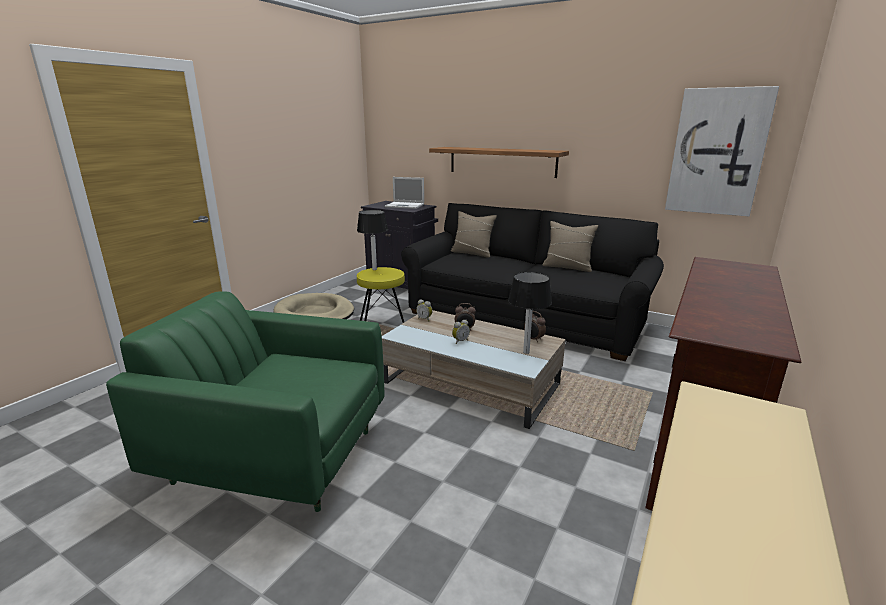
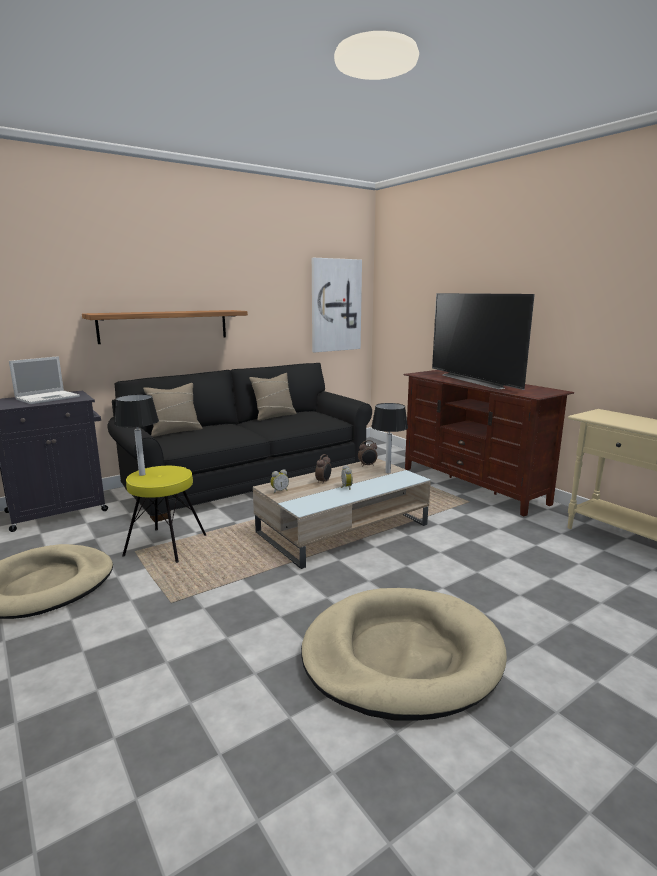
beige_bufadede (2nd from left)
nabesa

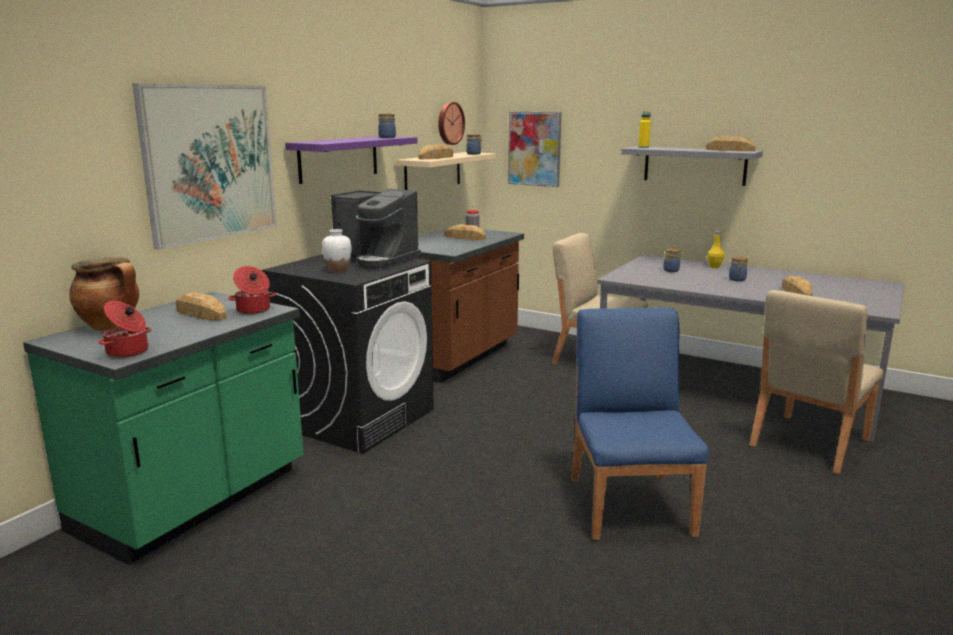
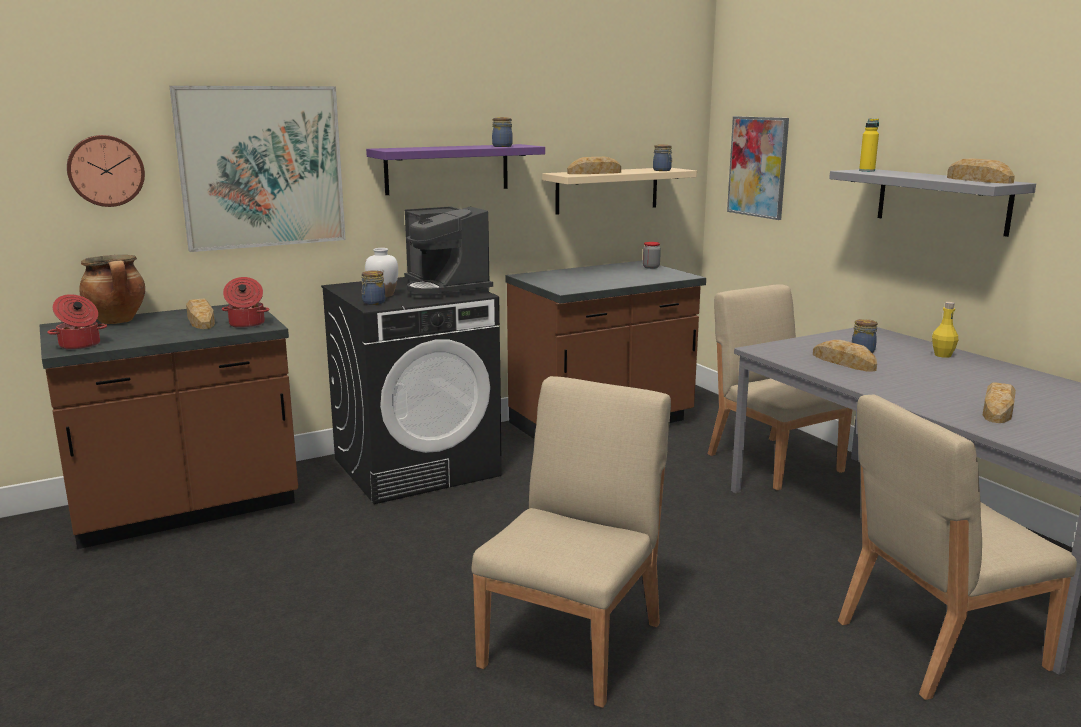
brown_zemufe (1st from left)
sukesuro
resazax (1st from left)
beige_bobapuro (1st from left)
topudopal (3rd from left)

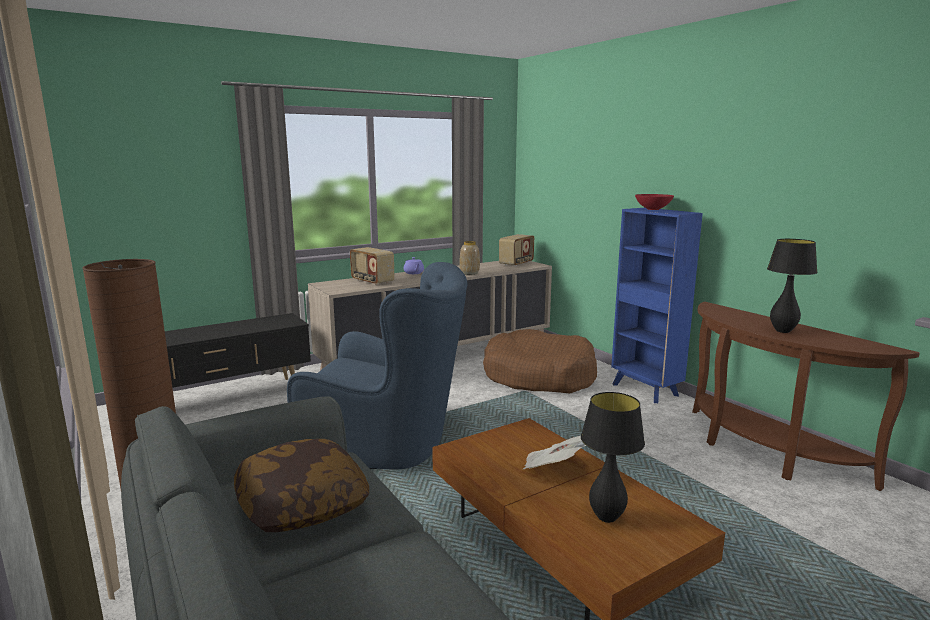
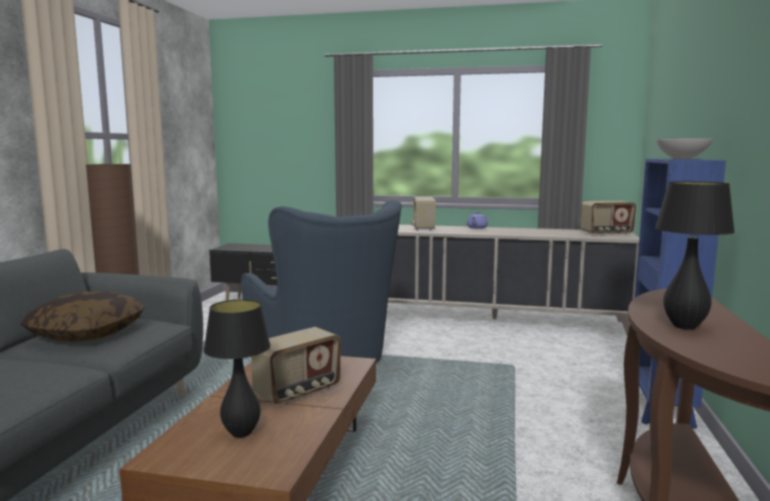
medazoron (1st from left)
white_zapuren
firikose
brown_bufadede

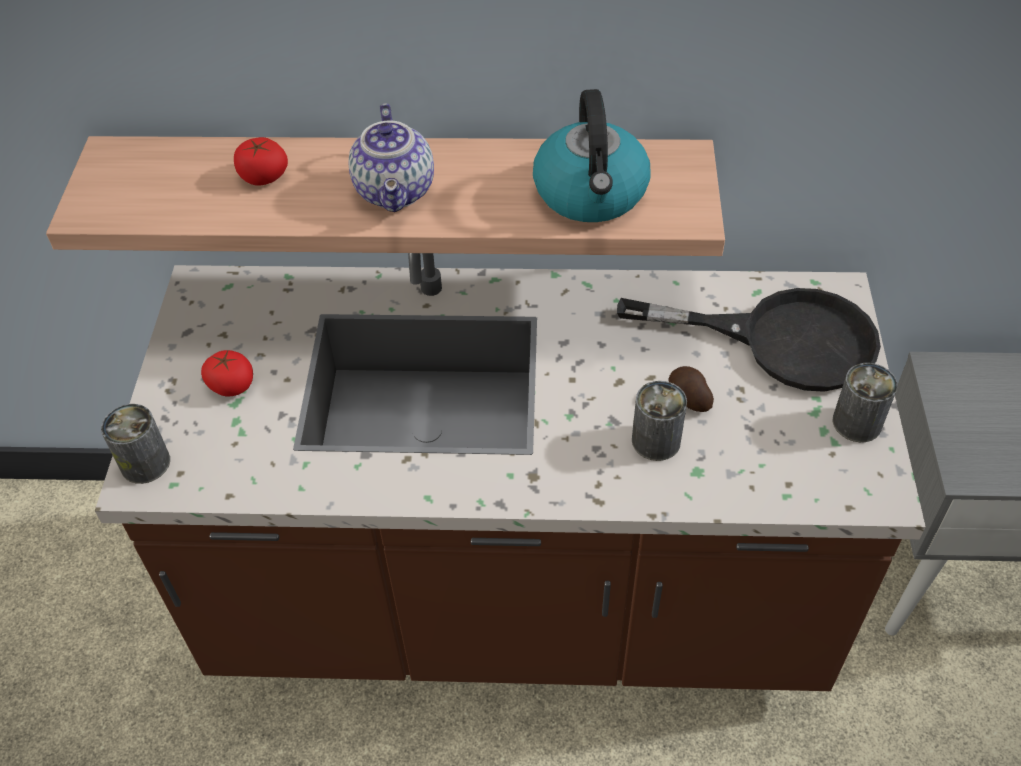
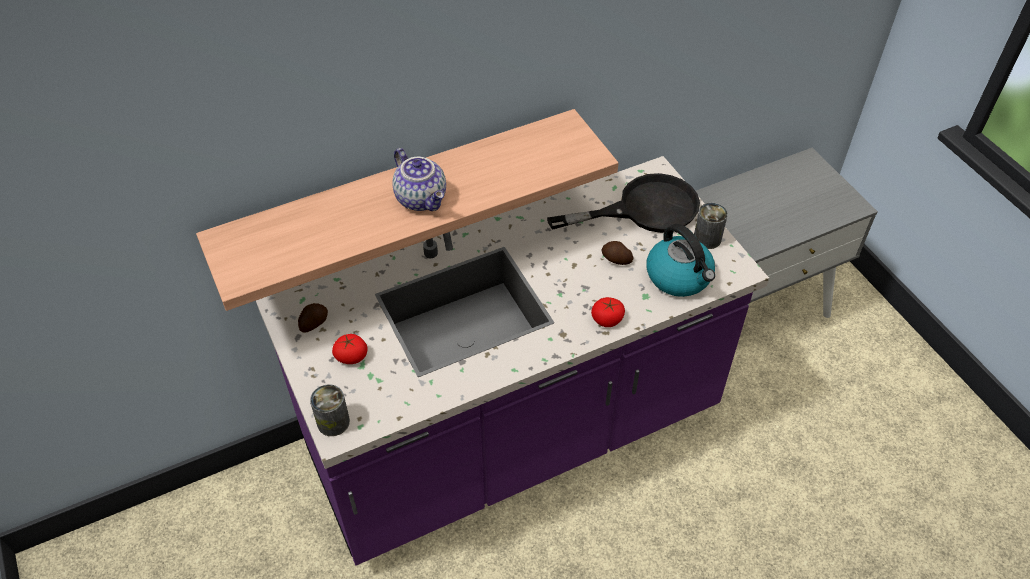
purple_zemufe
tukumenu (1st from left)
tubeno (2nd from left)
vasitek
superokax (2nd from left in the first image)

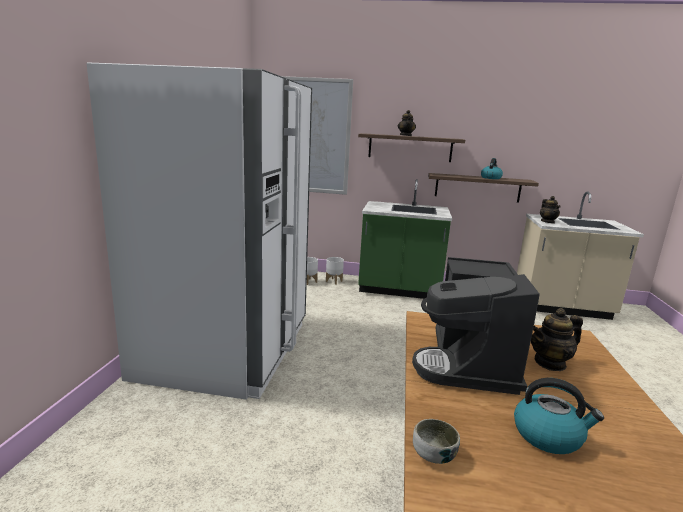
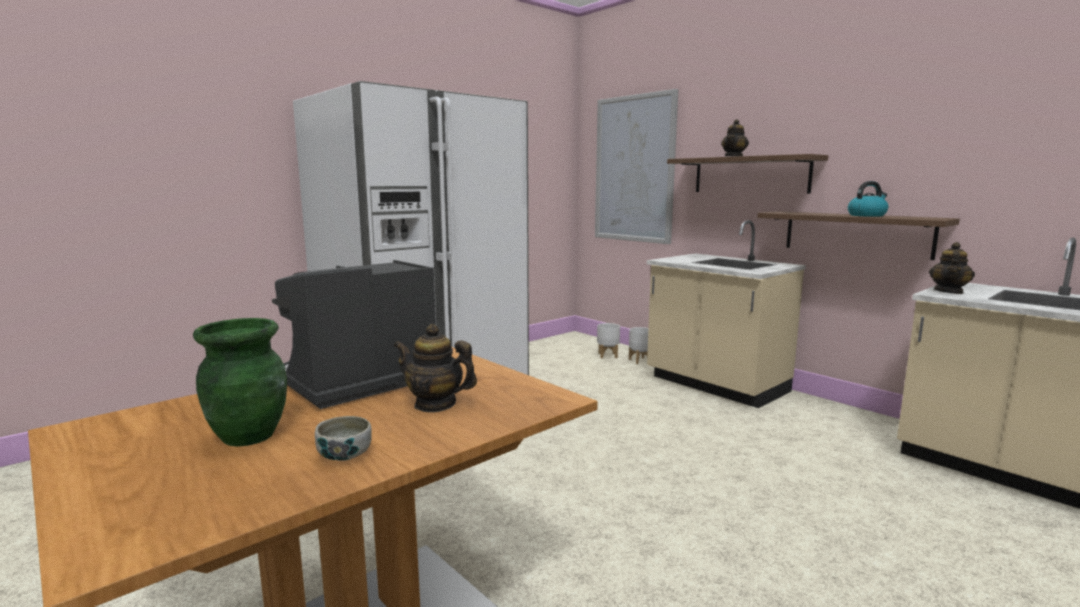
green_firikose
zapuren
beige_zemufe (1st from left)

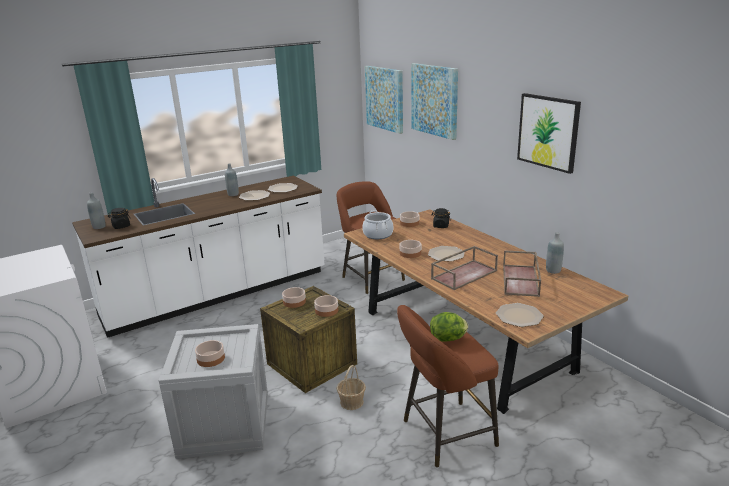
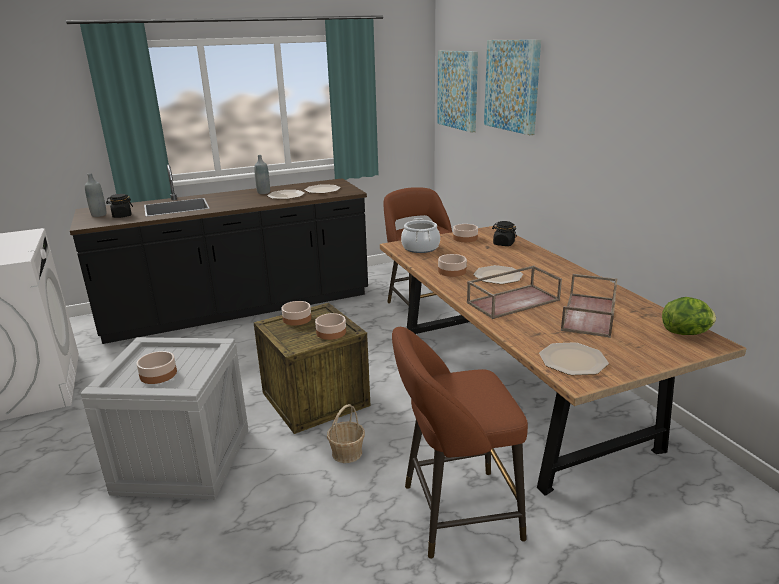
black_zemufe
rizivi
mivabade (3rd from left in the first image)
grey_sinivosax (3rd from left in the first image)

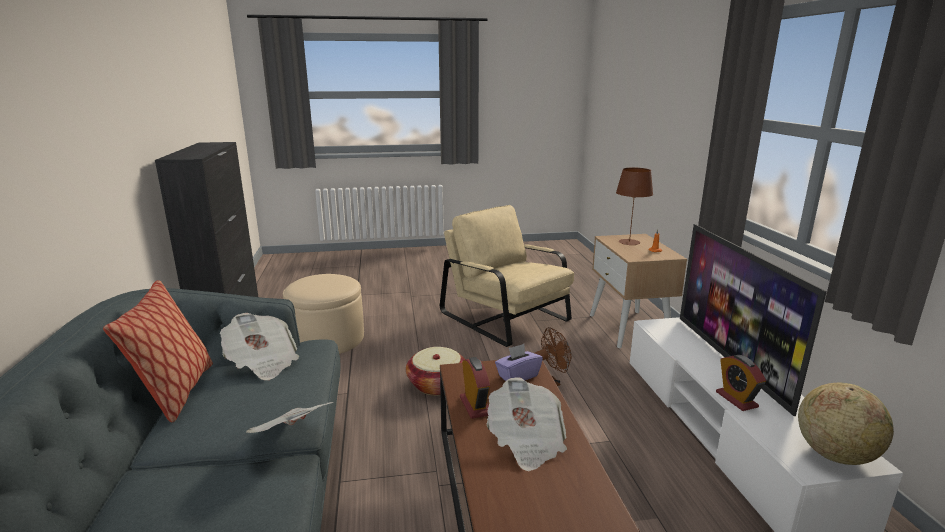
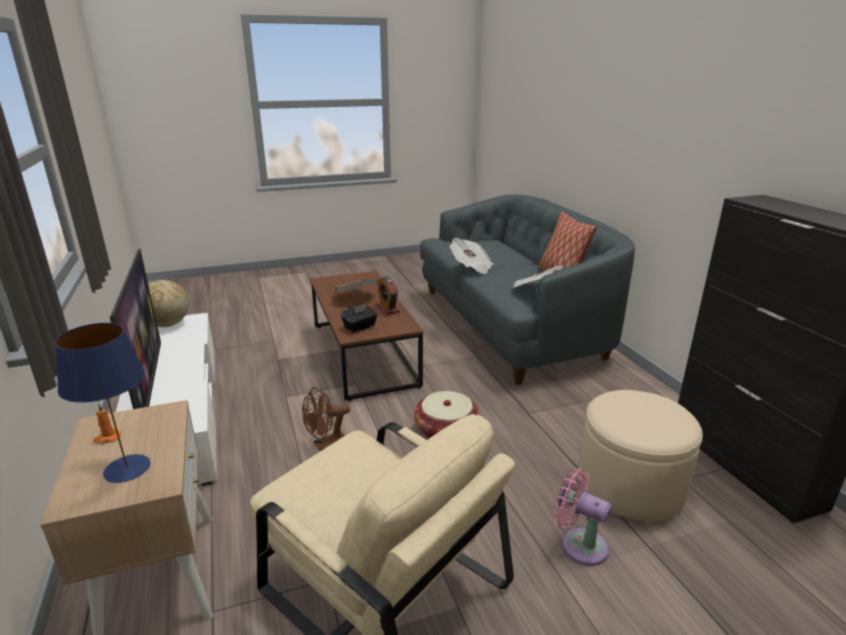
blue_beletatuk
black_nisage
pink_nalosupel
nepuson (2nd from left in the first image)

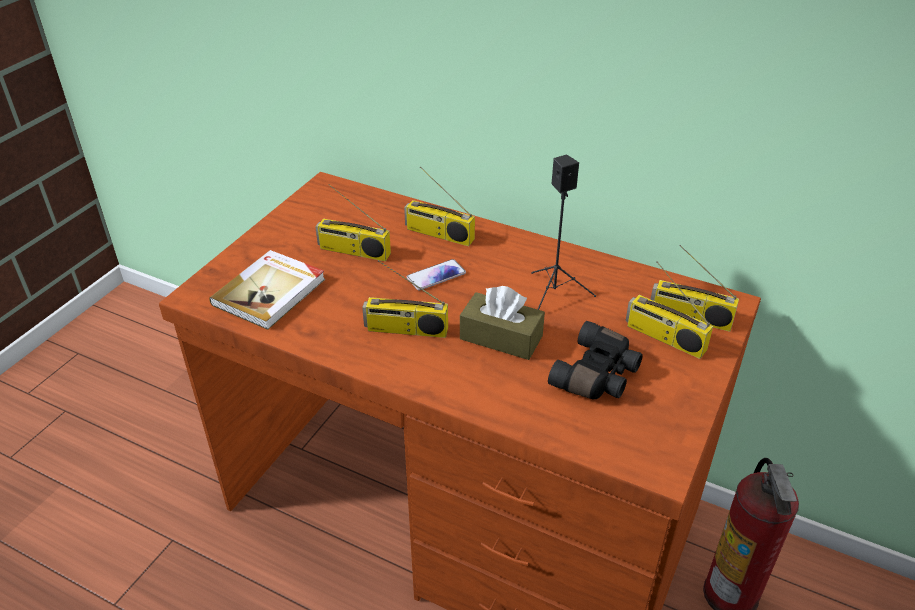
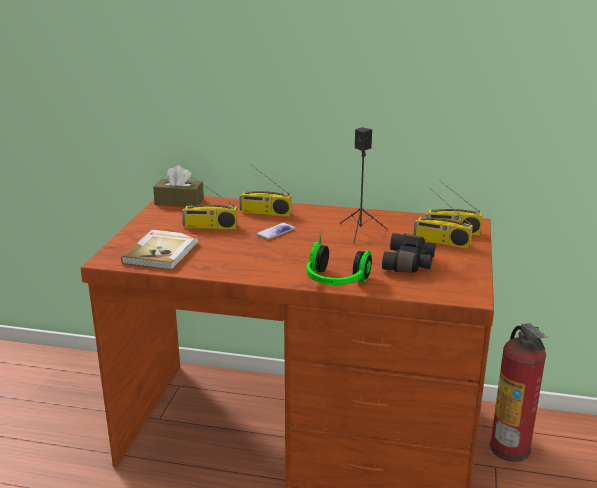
brown_nisage
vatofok
medazoron (2nd from left in the first image)

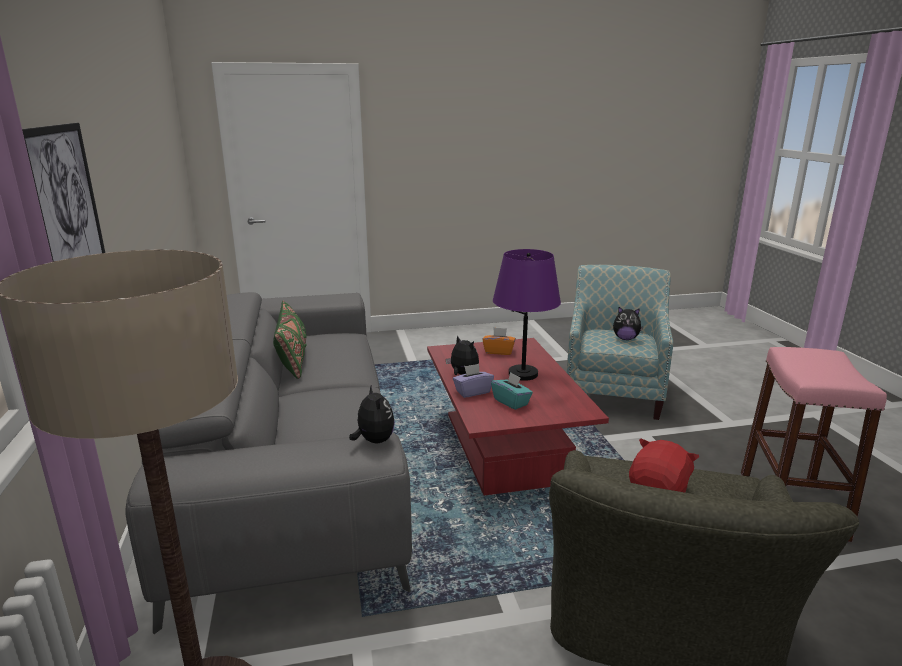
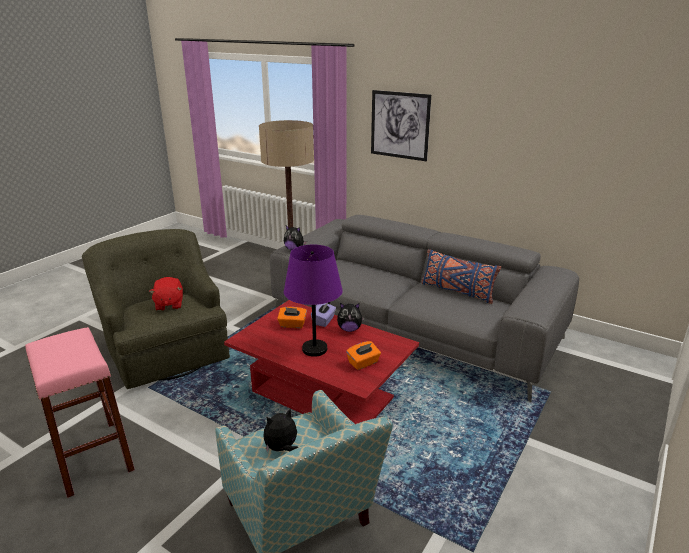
orange_nisage (1st from left)
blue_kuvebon

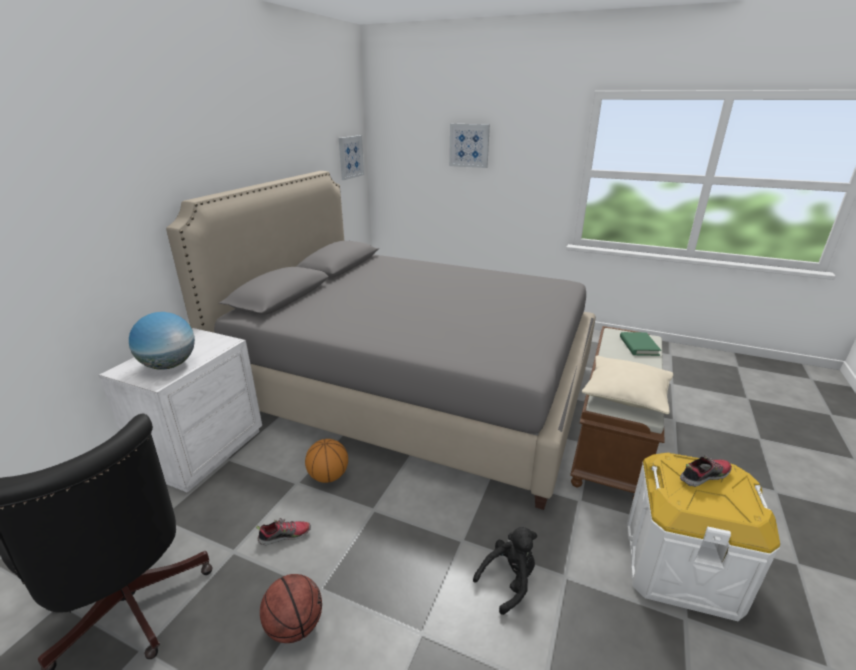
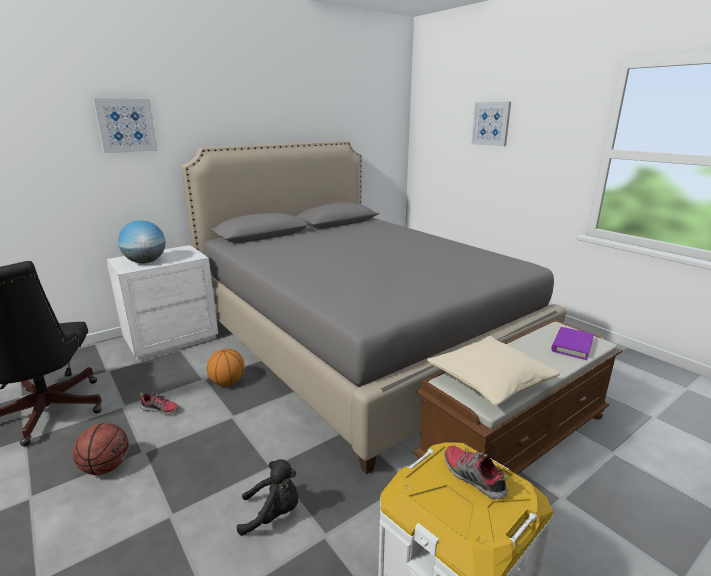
mivabade (1st from left)
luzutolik (2nd from left)
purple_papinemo

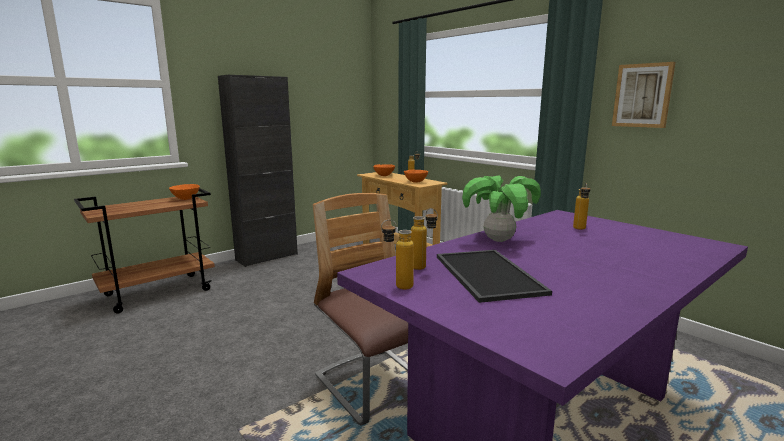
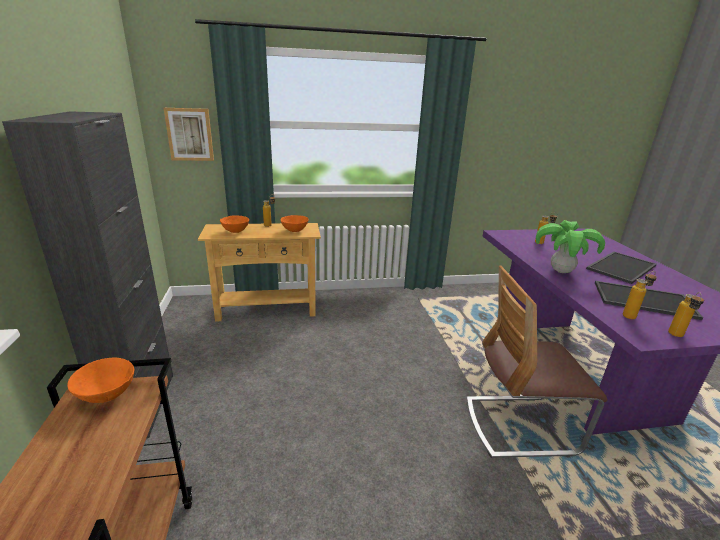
mivabade
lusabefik (1st from left)

